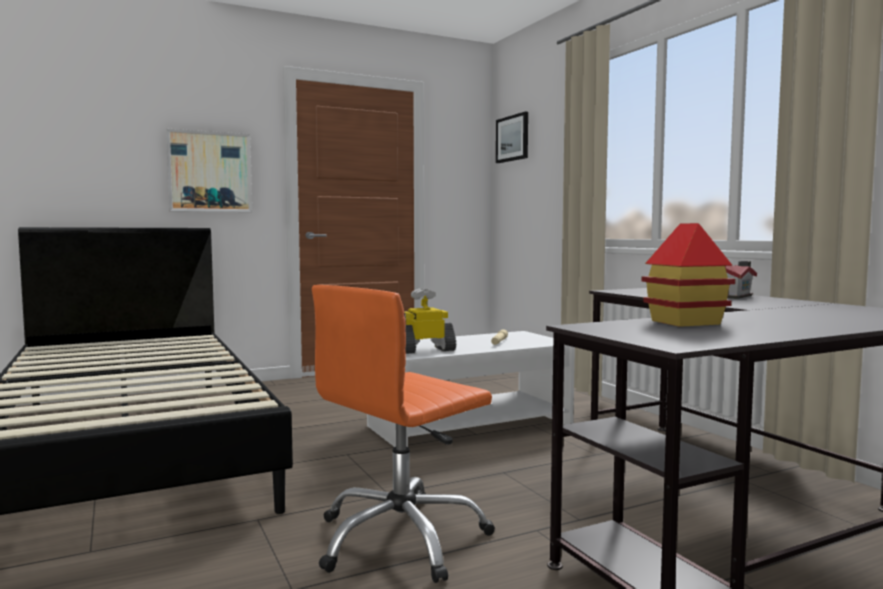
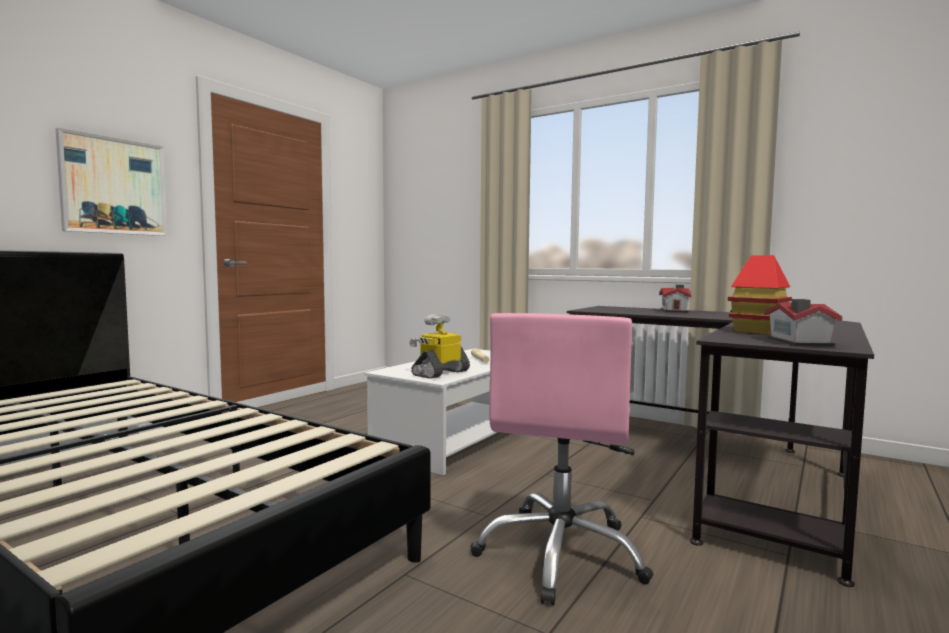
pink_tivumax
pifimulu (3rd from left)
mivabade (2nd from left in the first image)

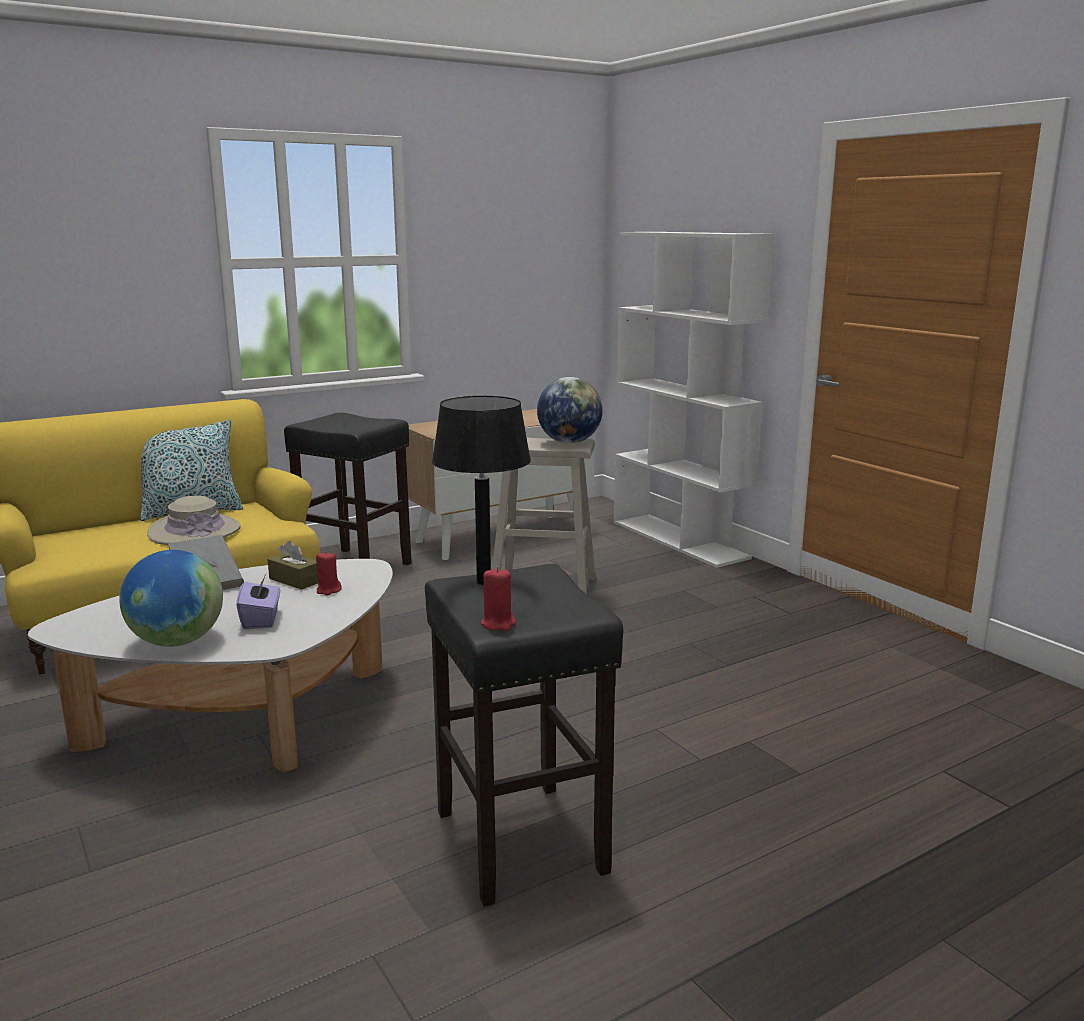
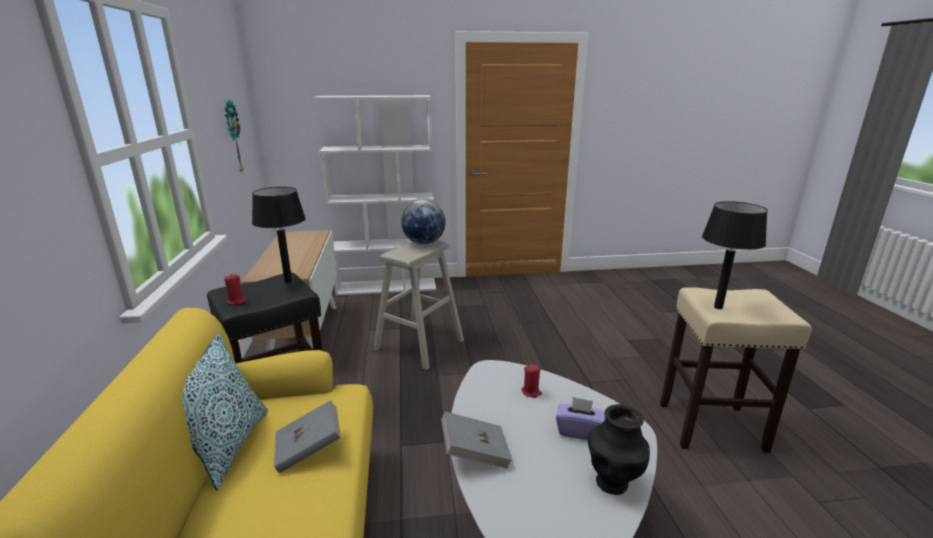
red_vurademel (1st from left)
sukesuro
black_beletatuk (1st from left)
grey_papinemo (1st from left)
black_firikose
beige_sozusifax (2nd from left)
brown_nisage

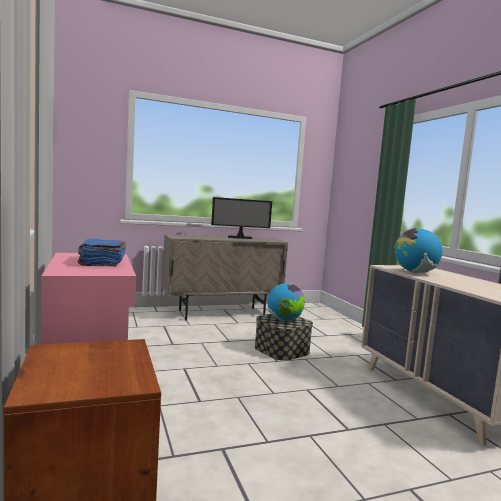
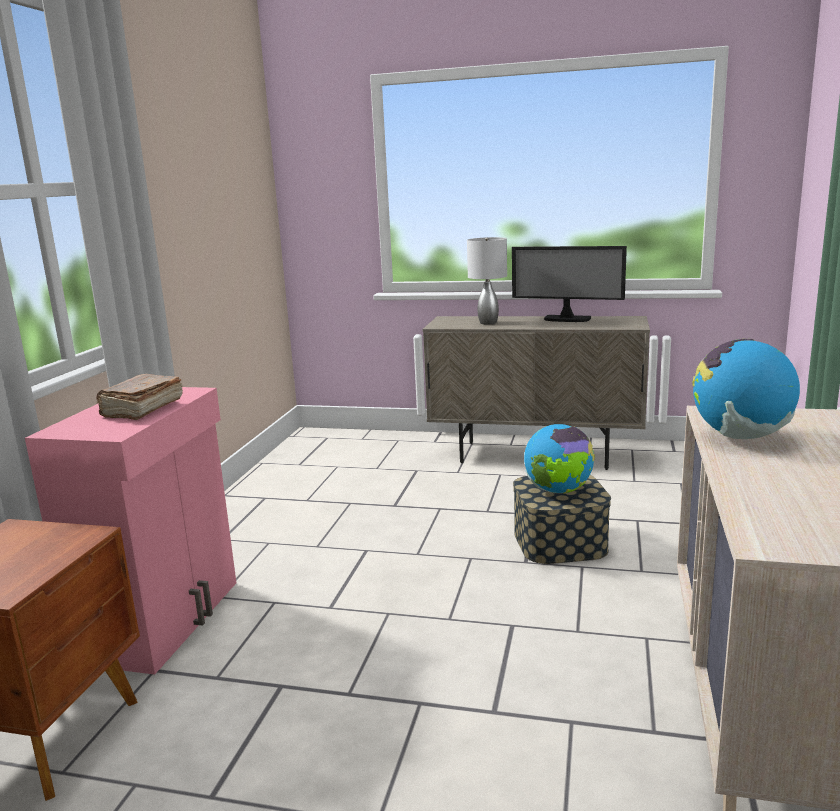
brown_papinemo
grey_beletatuk

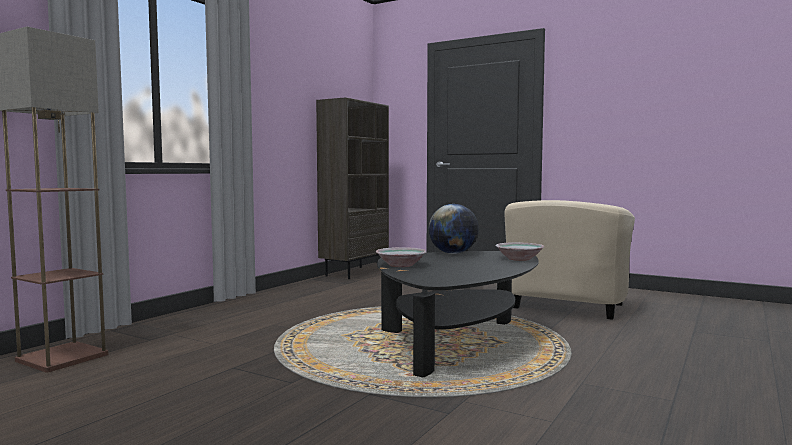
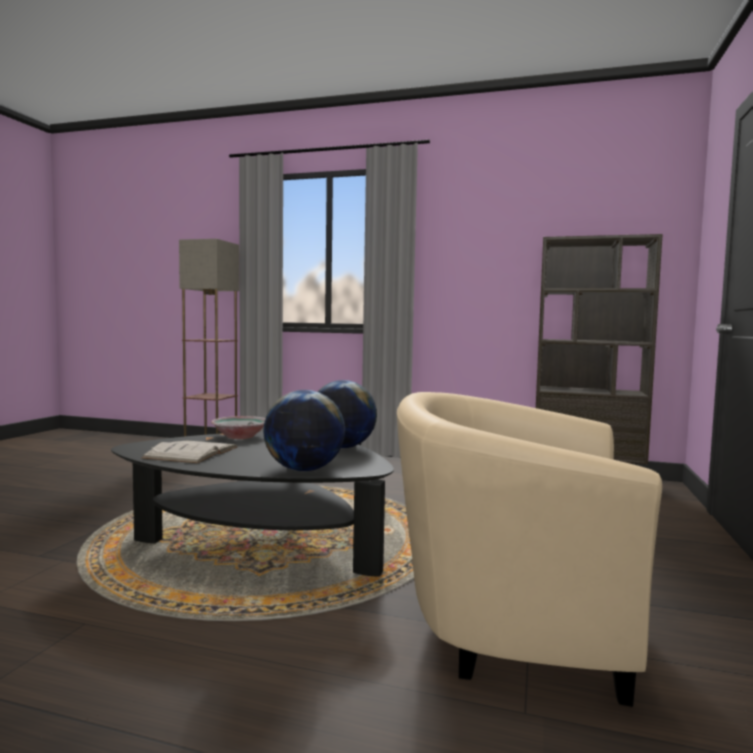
white_papinemo
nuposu (1st from left)

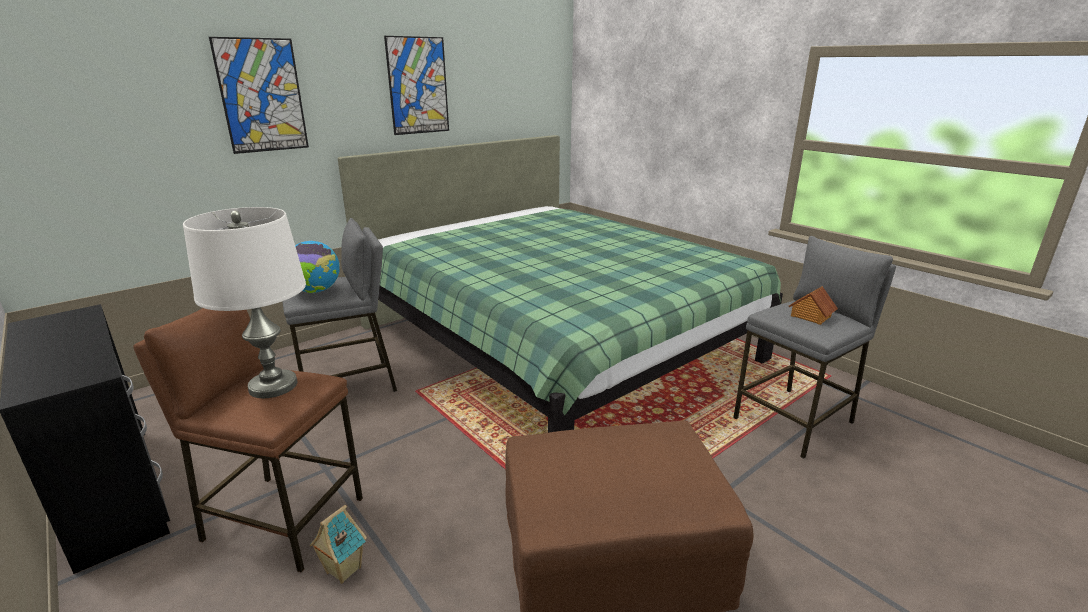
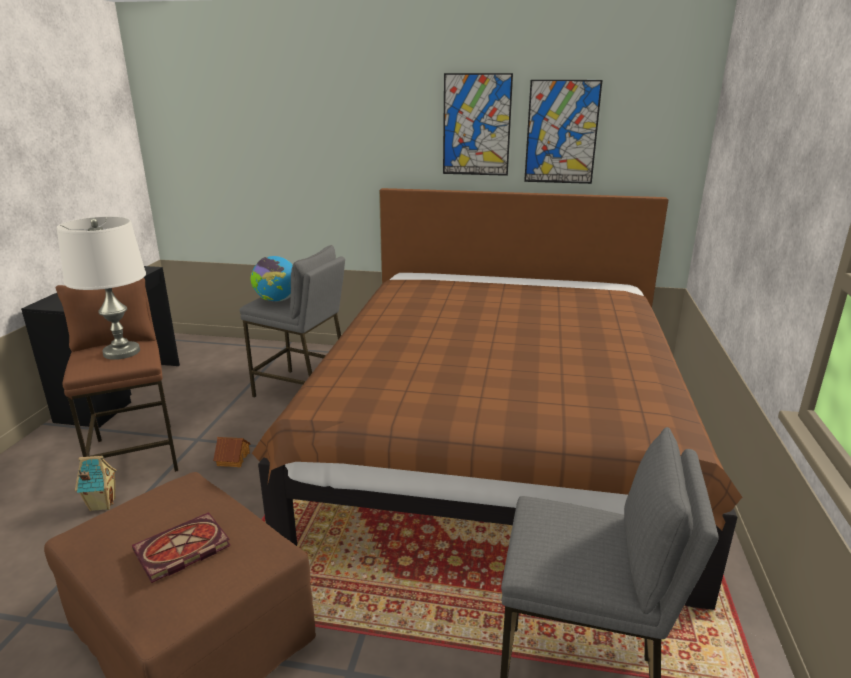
papinemo
pifimulu (2nd from left)
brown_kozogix
mivabade (2nd from left)

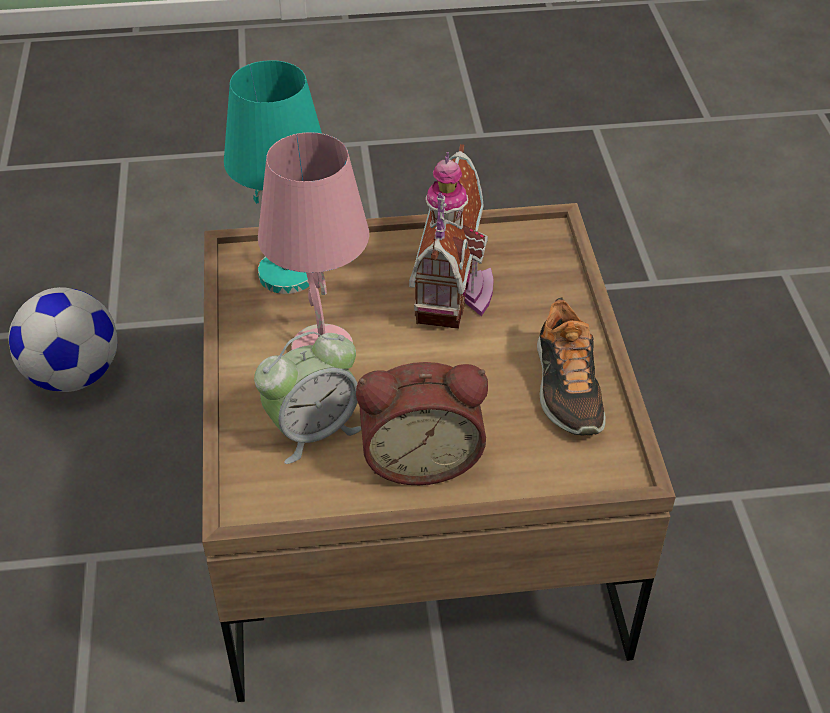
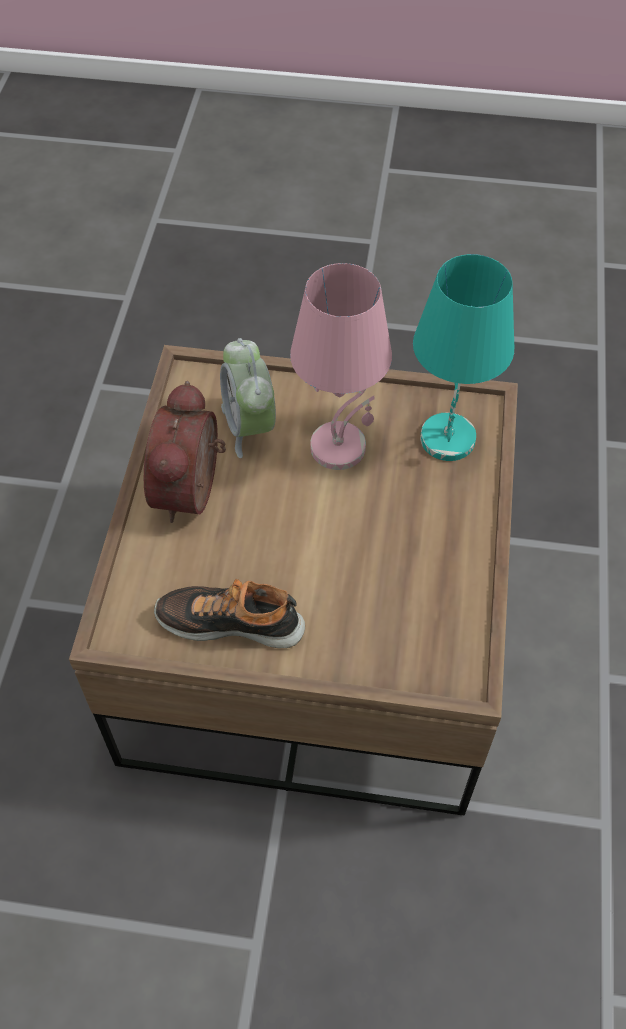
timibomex
pifimulu

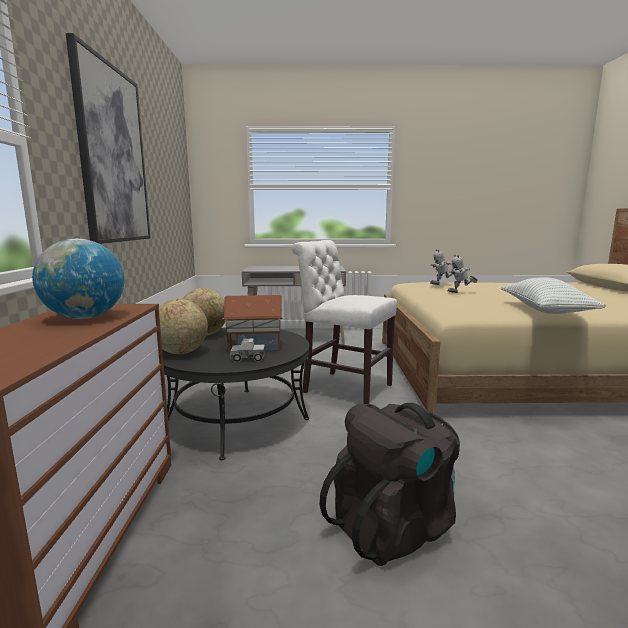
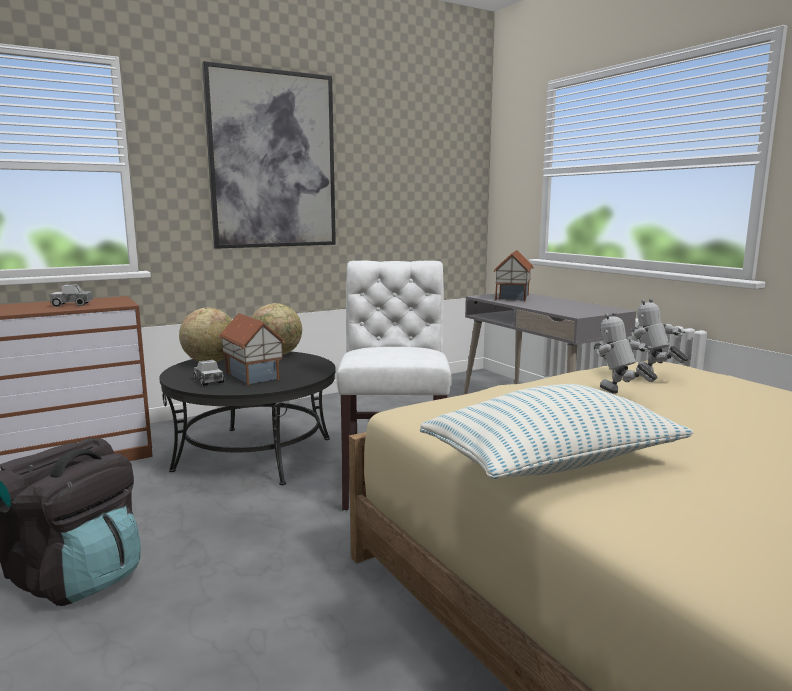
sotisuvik (1st from left)
pifimulu (2nd from left)

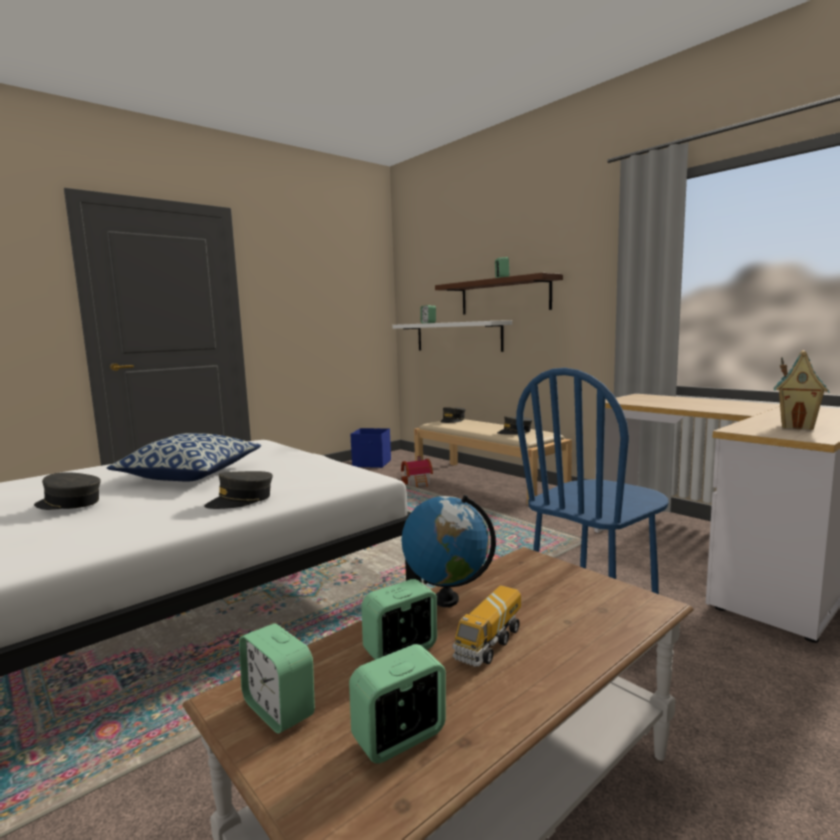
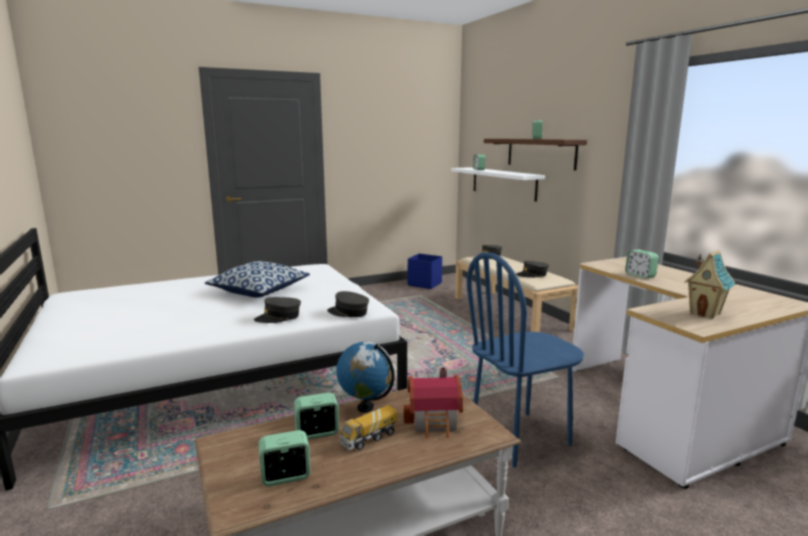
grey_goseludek (2nd from left)
pifimulu (1st from left)
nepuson (5th from left)

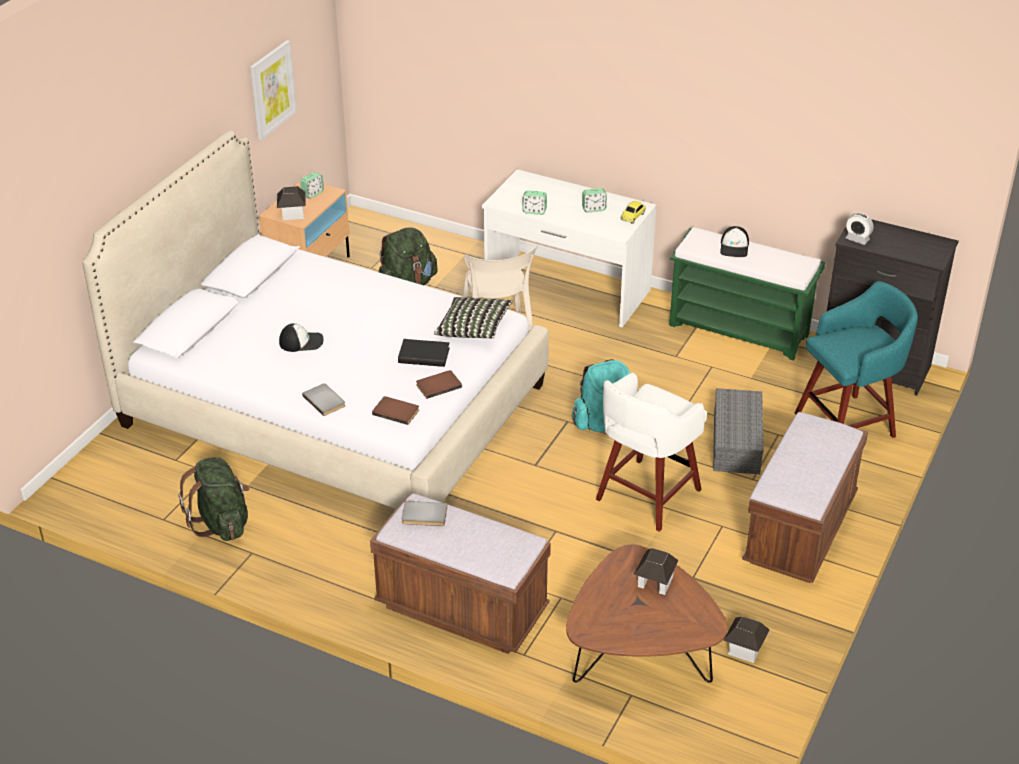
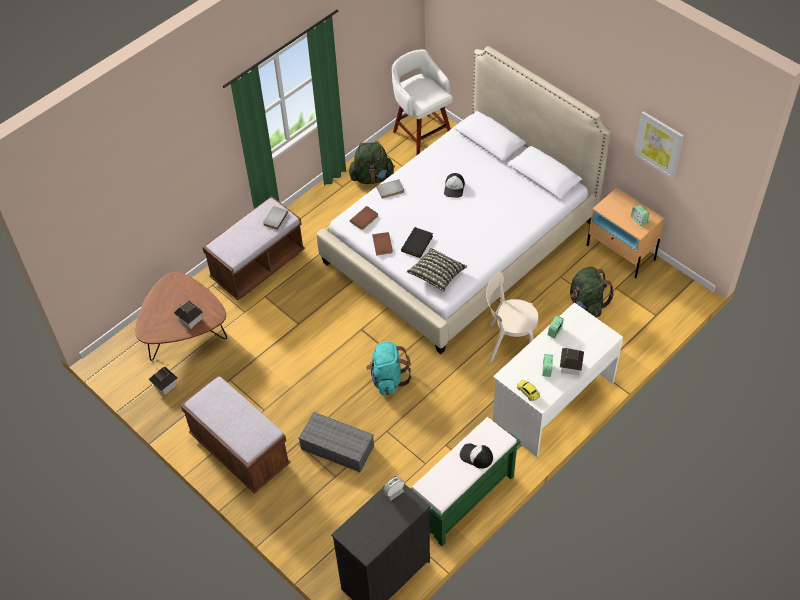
white_sozusifax
pifimulu (3rd from left)
turquoise_sozusifax

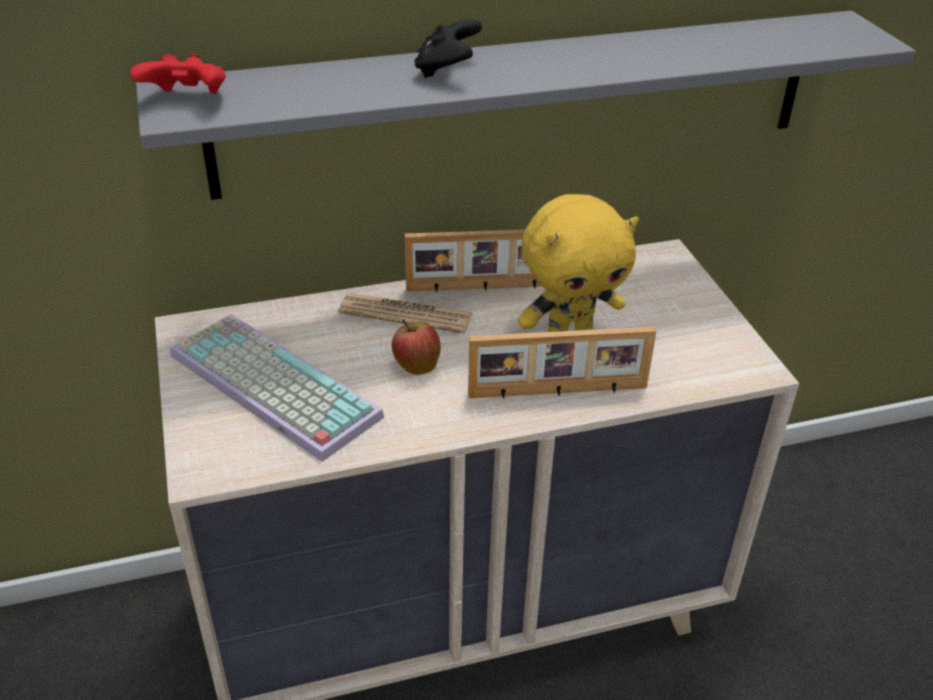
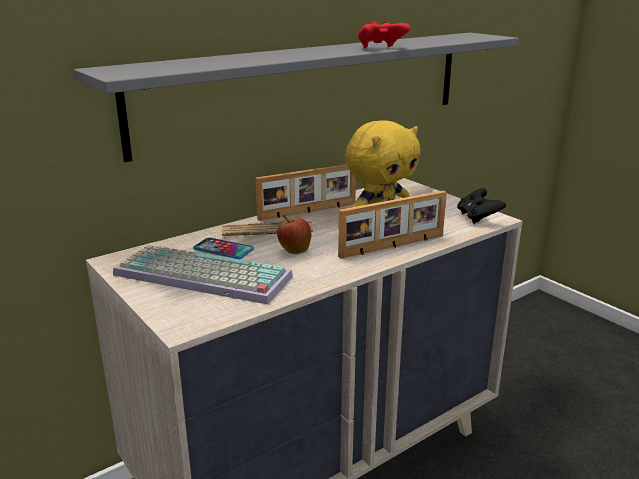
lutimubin
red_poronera
black_poronera

